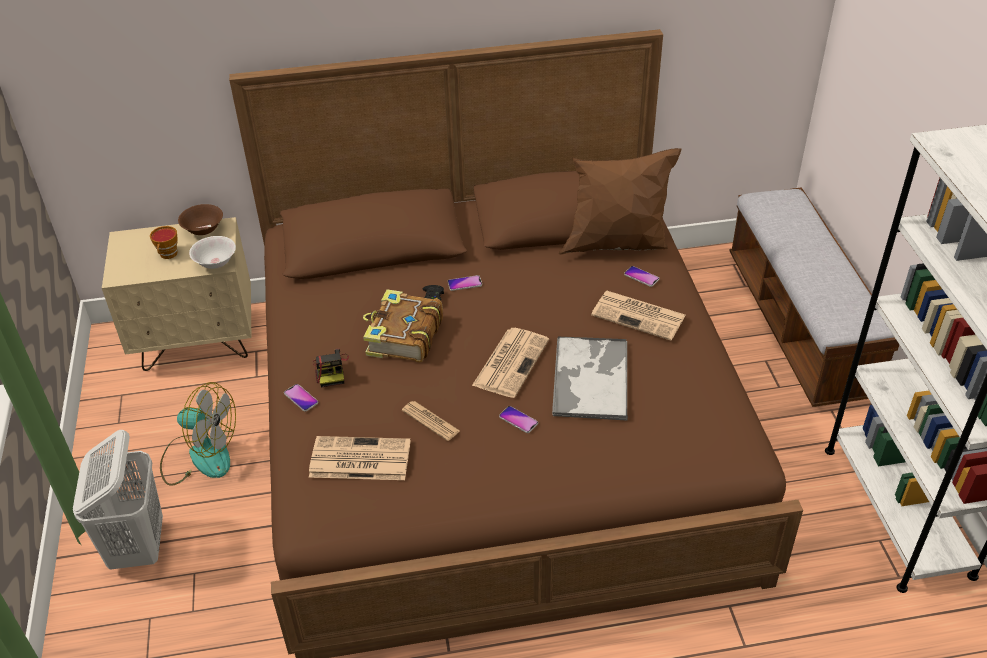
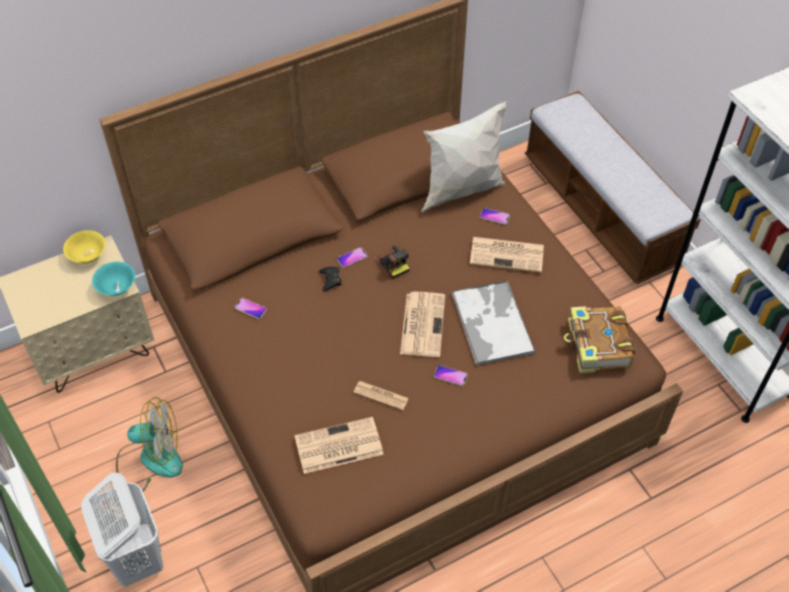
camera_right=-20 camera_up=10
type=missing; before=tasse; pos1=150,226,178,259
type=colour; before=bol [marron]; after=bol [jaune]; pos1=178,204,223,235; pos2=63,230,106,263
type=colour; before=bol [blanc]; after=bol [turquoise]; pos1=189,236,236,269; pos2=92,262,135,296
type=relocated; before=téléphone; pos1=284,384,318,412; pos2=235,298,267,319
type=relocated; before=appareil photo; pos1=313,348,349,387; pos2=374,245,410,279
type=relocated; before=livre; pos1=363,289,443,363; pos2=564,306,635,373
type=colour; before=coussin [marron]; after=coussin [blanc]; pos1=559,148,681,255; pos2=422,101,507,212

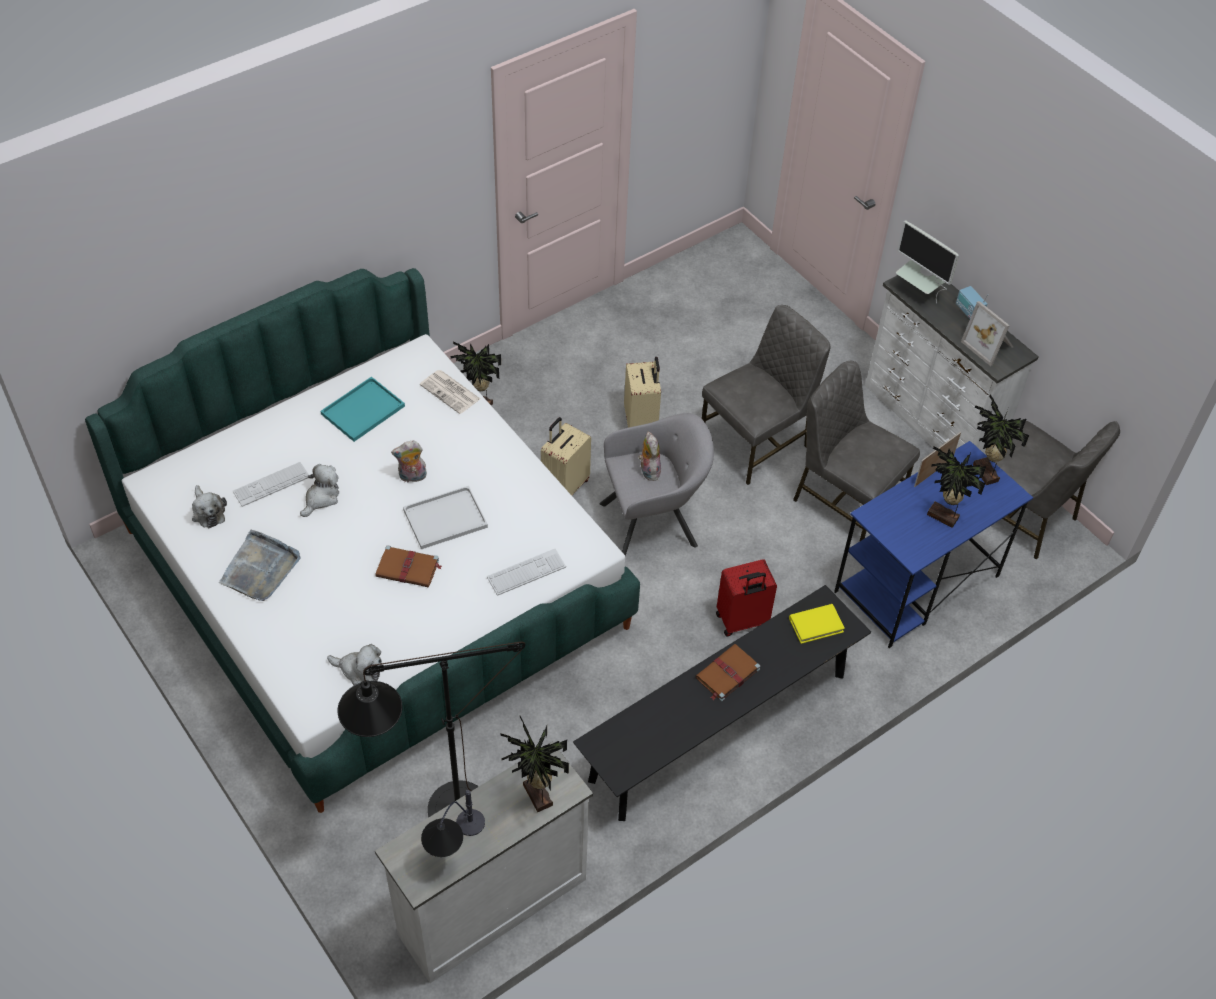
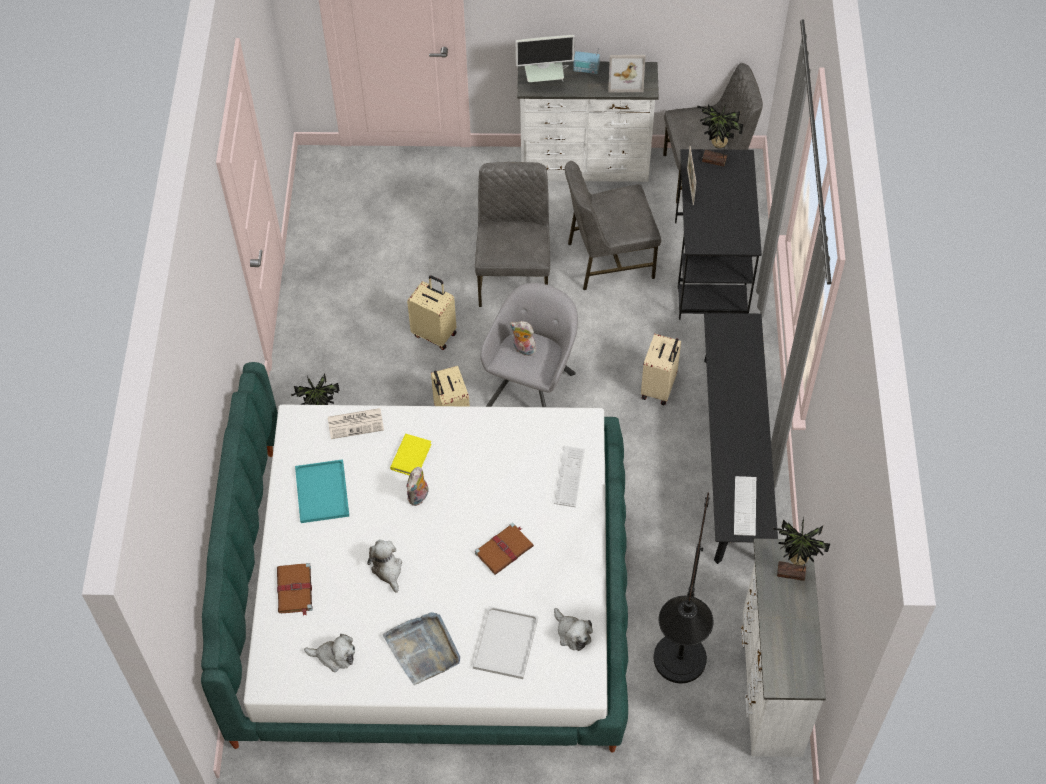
camera_right=-50 camera_up=5
type=relocated; before=clavier; pos1=233,462,309,507; pos2=734,476,756,536
type=spun; before=peluche; pos1=327,644,382,685; pos2=554,608,593,651; turn=90
type=relocated; before=plateau [blanc]; pos1=403,486,488,549; pos2=473,606,538,679
type=missing; before=lampe de table; pos1=421,790,485,857
type=relocated; before=livre [marron]; pos1=696,644,760,701; pos2=277,563,313,616
type=colour; before=valise [rouge]; after=valise [beige]; pos1=716,559,777,636; pos2=641,334,681,405
type=relocated; before=livre [jaune]; pos1=789,604,845,644; pos2=390,434,432,476
type=colour; before=bureau [bleu]; after=bureau [noir]; pos1=834,441,1033,648; pos2=675,149,762,320
type=missing; before=plante en pot; pos1=927,447,986,528

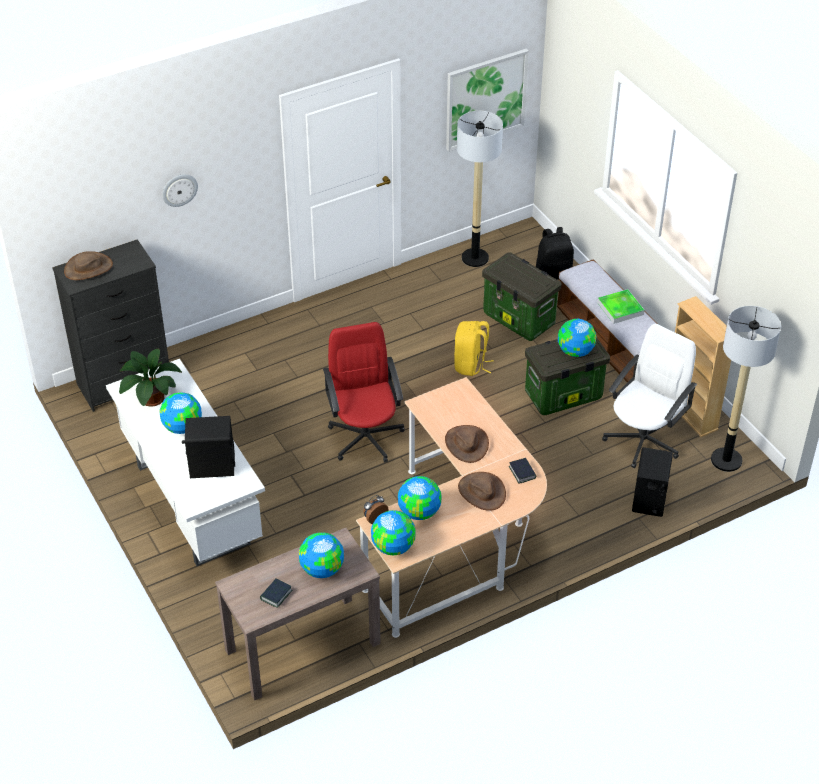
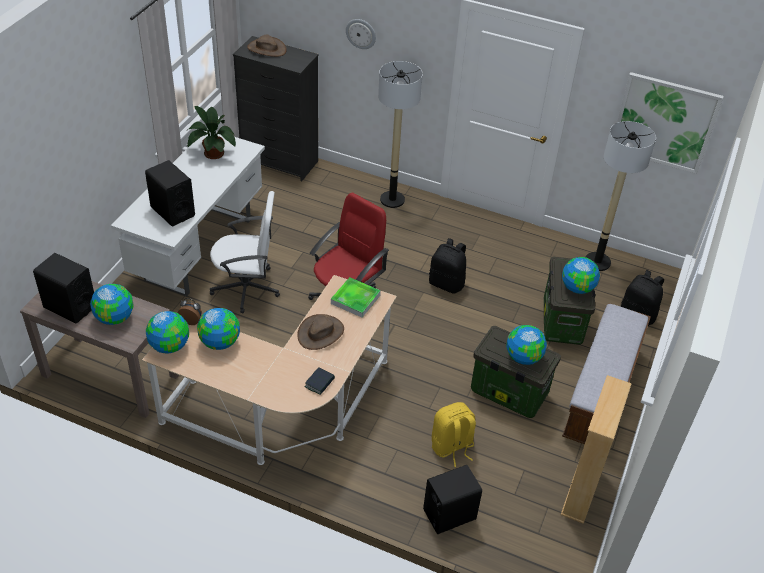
camera_right=50 camera_up=0
type=relocated; before=globe; pos1=159,393,202,434; pos2=562,257,600,294
type=exchanged; before=livre; after=enceinte [noir]; pos1=260,579,293,608; pos2=33,253,94,324
type=relocated; before=sac à dos [jaune]; pos1=454,321,494,376; pos2=432,402,476,467
type=missing; before=chapeau [marron]; pos1=458,472,506,511
type=relocated; before=plateau; pos1=597,289,644,324; pos2=331,277,381,318
type=relocated; before=chaise de bureau [blanc]; pos1=602,324,697,468; pos2=210,191,280,313
type=relocated; before=lampadaire; pos1=711,306,781,472; pos2=378,61,423,208
type=appeared; after=sac à dos [noir]; pos2=429,238,466,294

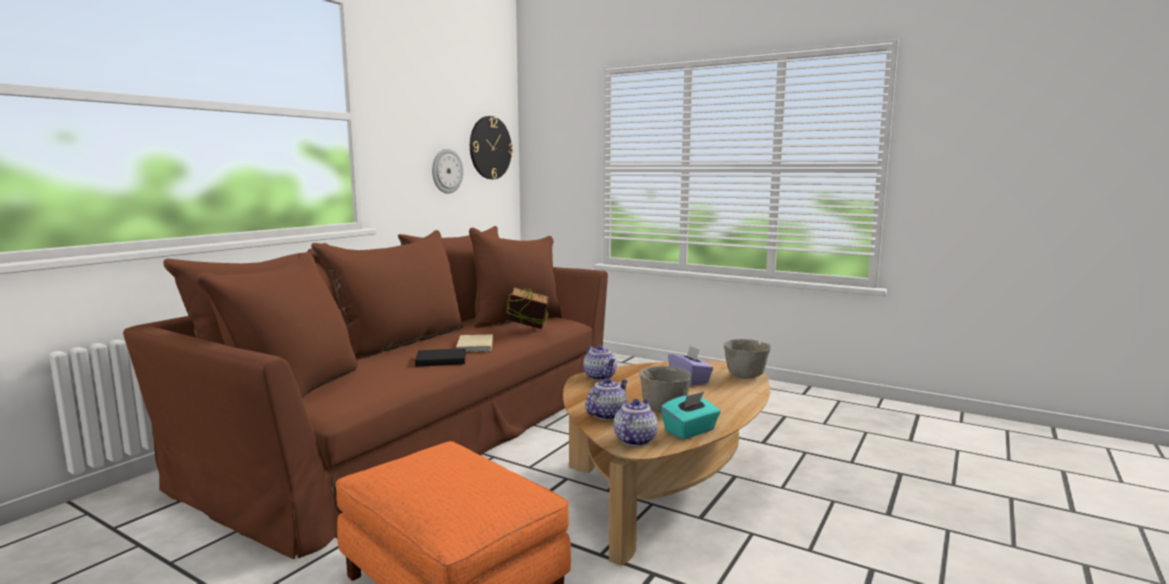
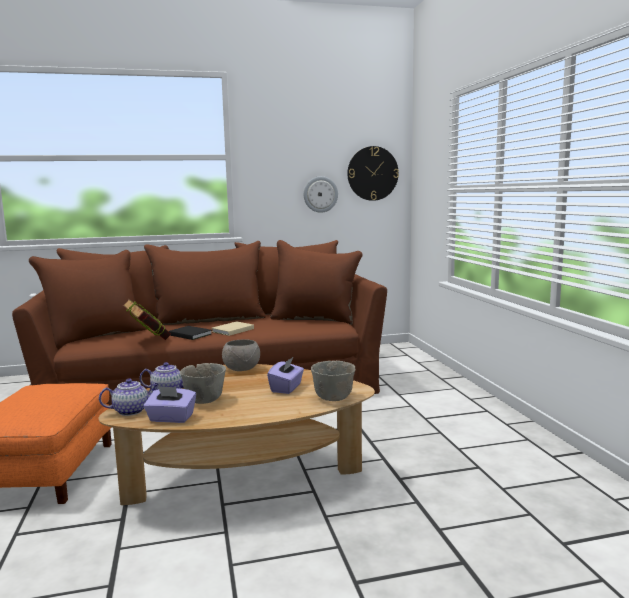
camera_right=45 camera_up=0
type=relocated; before=livre; pos1=507,287,549,329; pos2=123,299,171,340
type=exchanged; before=théière; after=bol [gris]; pos1=583,345,617,380; pos2=222,339,260,371
type=colour; before=boîte à mouchoirs [turquoise]; after=boîte à mouchoirs [violet]; pos1=661,392,720,440; pos2=144,386,196,423

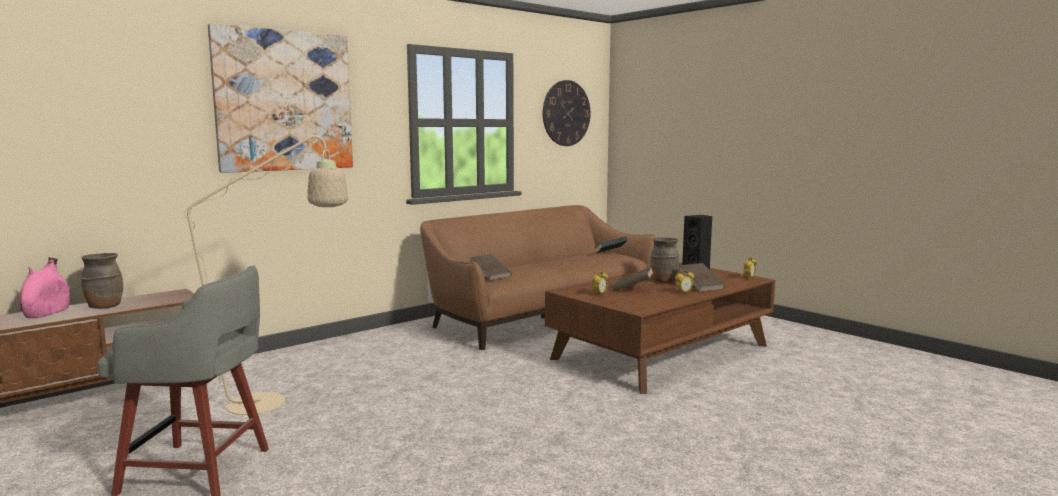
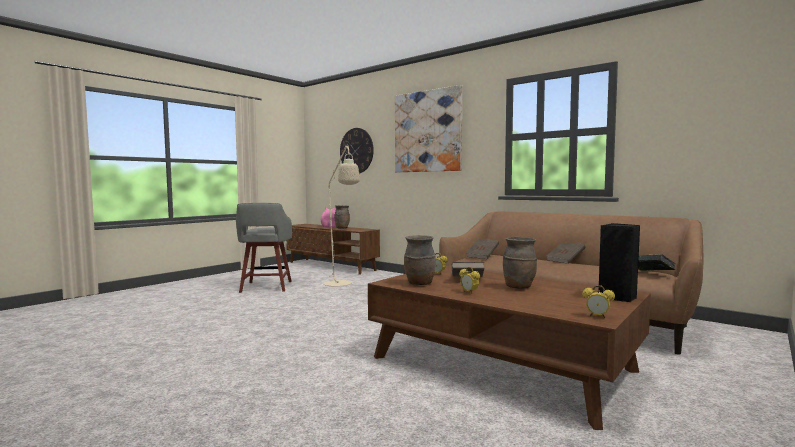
camera_right=80 camera_up=-5
type=relocated; before=horloge murale; pos1=543,80,590,146; pos2=340,128,374,174
type=relocated; before=livre [marron]; pos1=678,263,725,292; pos2=547,243,585,264
type=appeared; after=vase [marron]; pos2=404,235,436,285

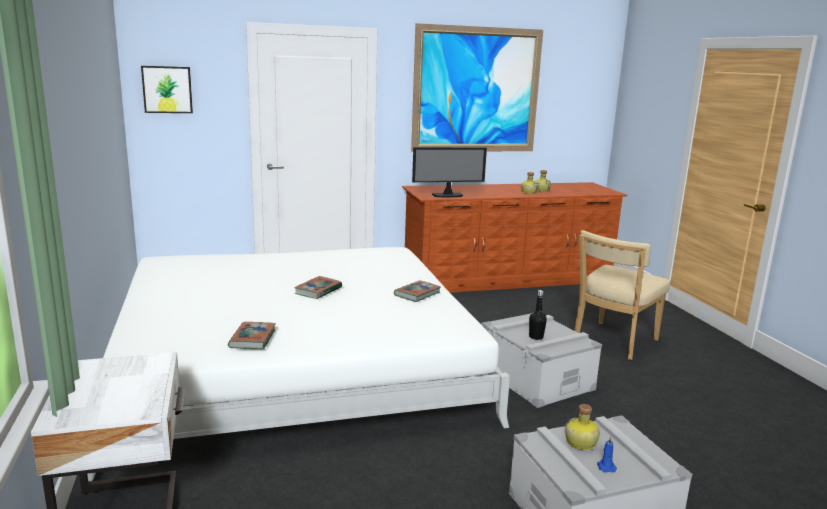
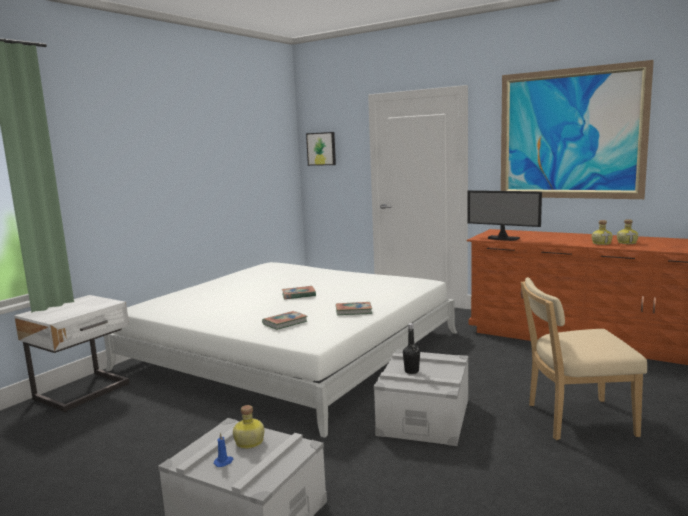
camera_right=50 camera_up=-5
type=relocated; before=livre; pos1=228,322,276,349; pos2=262,311,307,330

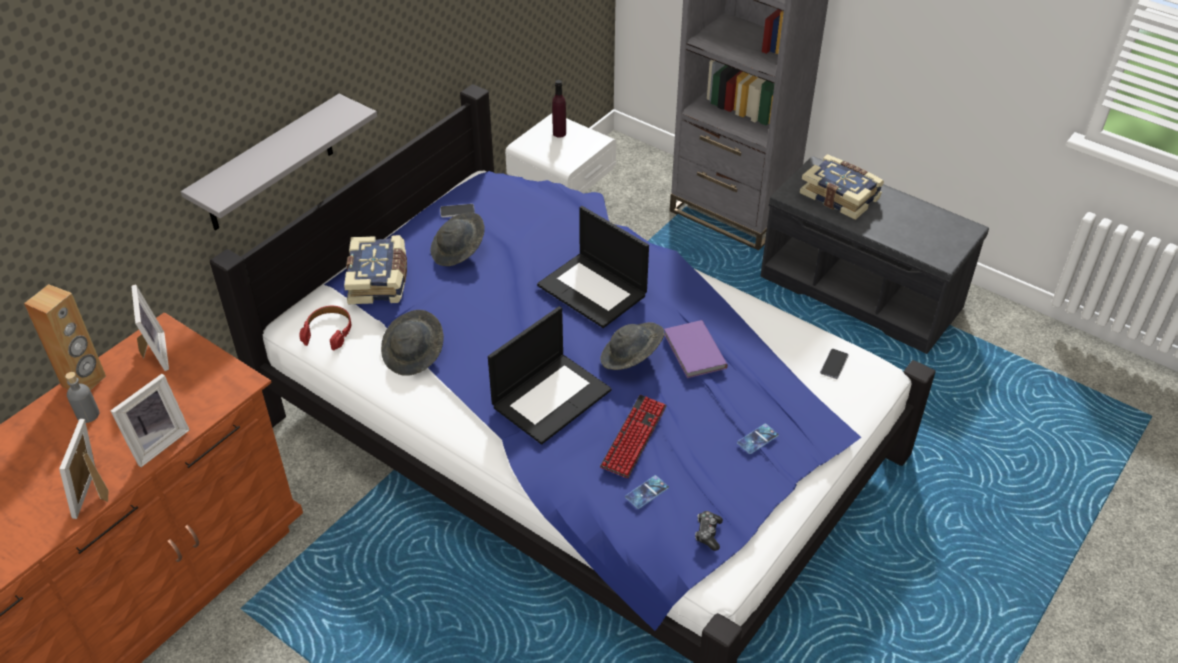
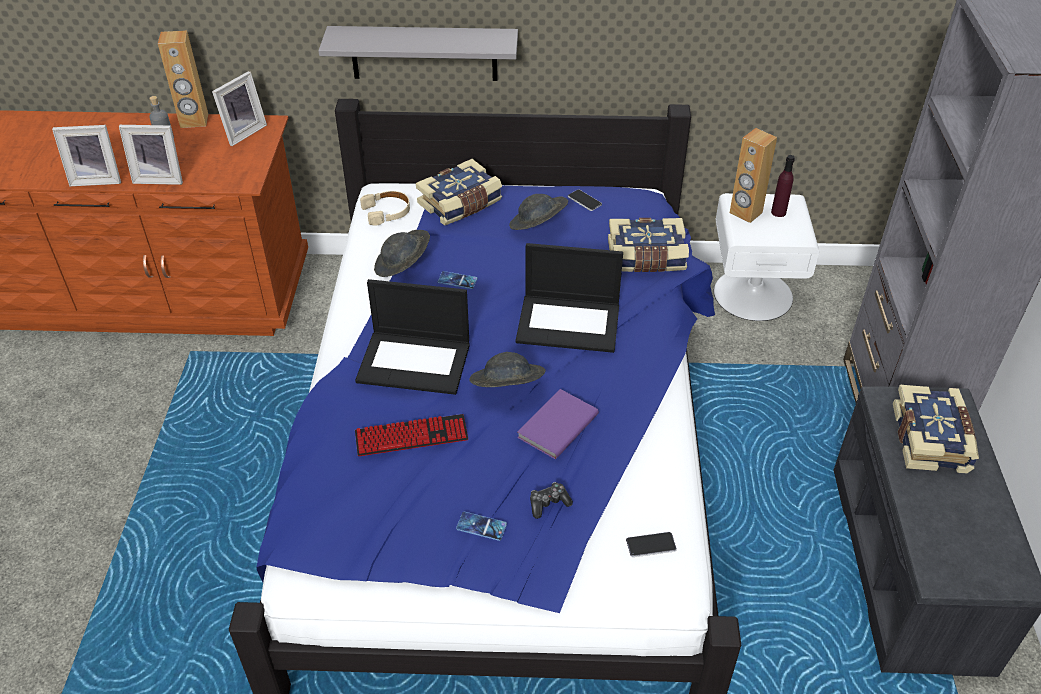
camera_right=55 camera_up=0
type=spun; before=cadre photo; pos1=59,419,109,519; pos2=52,125,121,186; turn=-150
type=colour; before=casque audio [rouge]; after=casque audio [beige]; pos1=300,306,351,350; pos2=360,191,410,226
type=spun; before=ordinateur portable; pos1=537,206,649,328; pos2=516,243,623,353; turn=-90
type=relocated; before=téléphone; pos1=625,475,669,509; pos2=438,271,478,289
type=relocated; before=manette; pos1=695,511,723,551; pos2=530,482,573,519
type=appeared; after=livre; pos2=608,218,689,272
type=appeared; after=enceinte [marron]; pos2=730,128,777,223

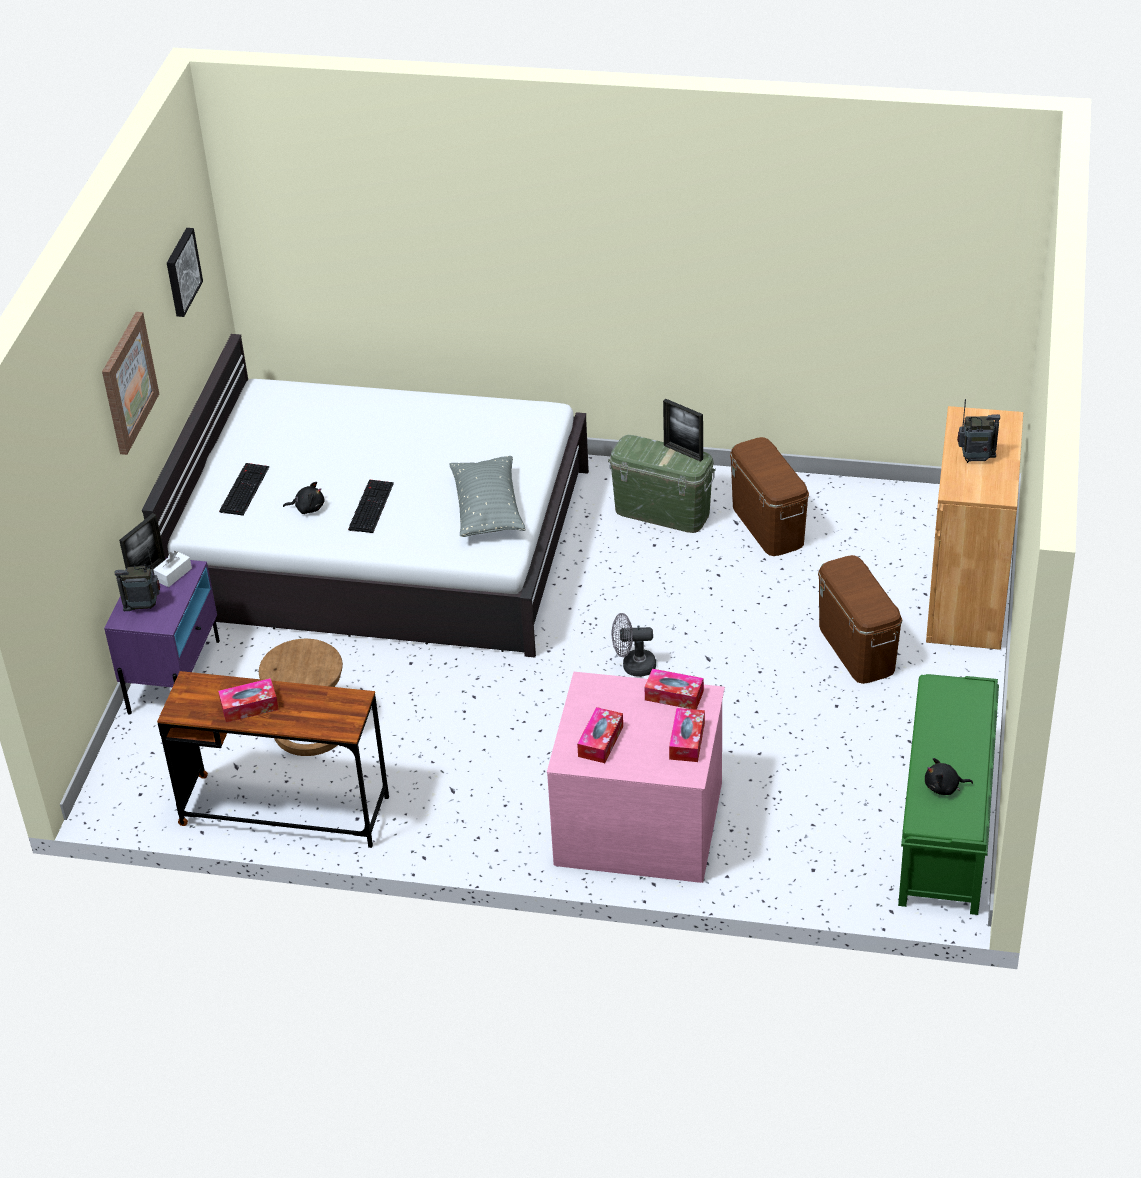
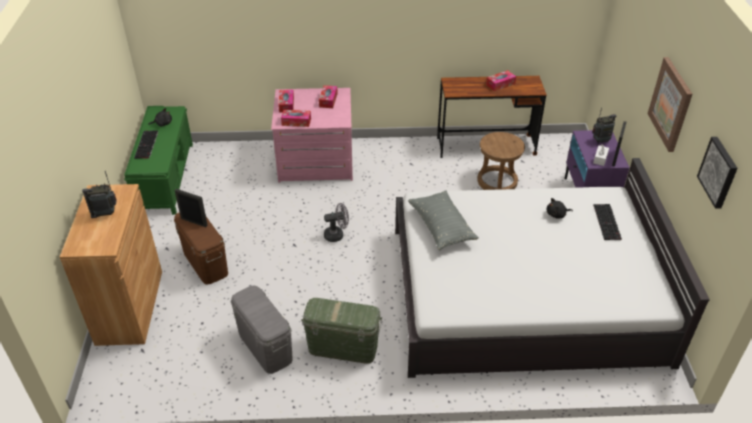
camera_right=165 camera_up=0
type=relocated; before=clavier; pos1=348,479,394,533; pos2=134,130,158,159
type=relocated; before=cadre photo; pos1=663,399,703,462; pos2=175,189,208,227
type=colour; before=boîte de rangement [marron]; after=boîte de rangement [gris]; pos1=730,437,809,556; pos2=231,285,293,374

